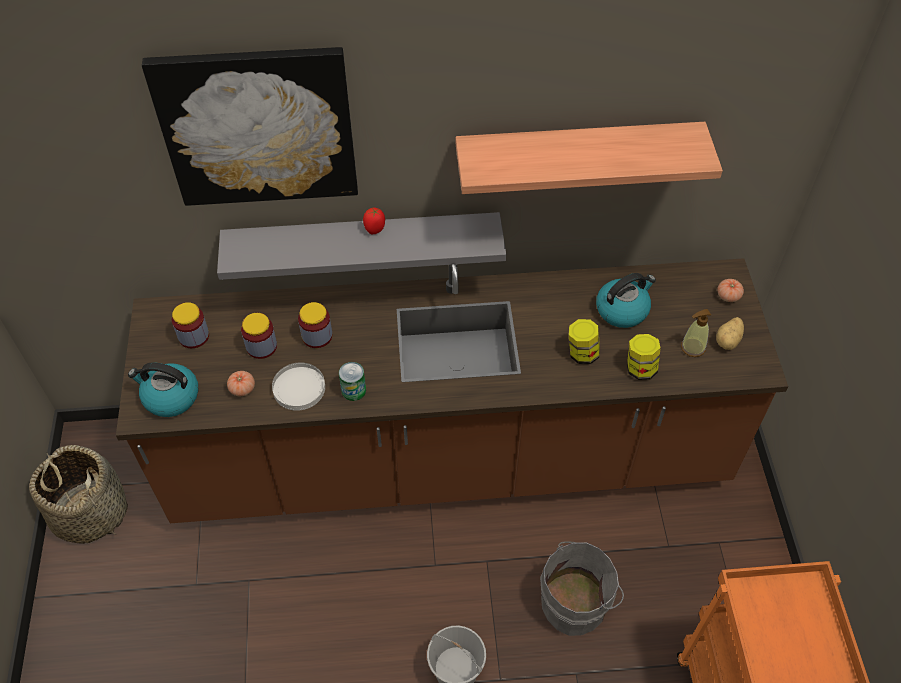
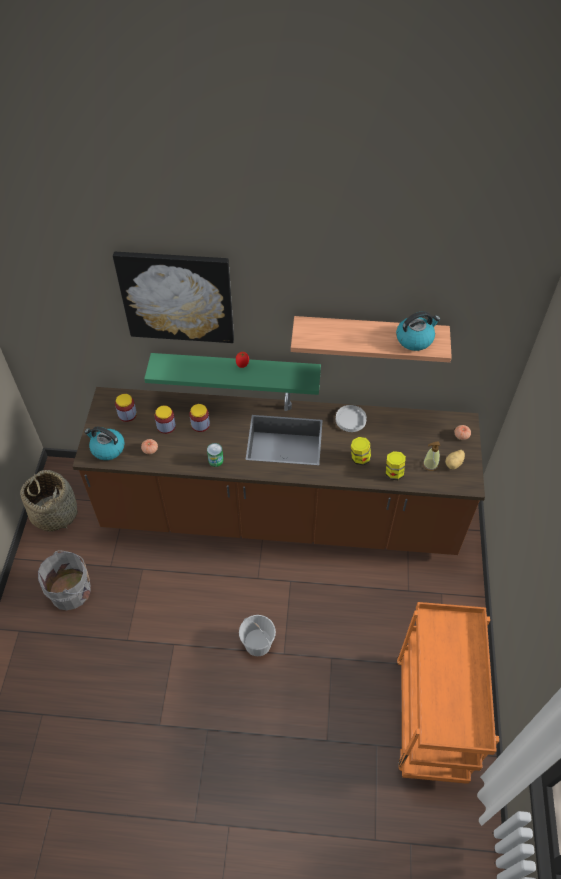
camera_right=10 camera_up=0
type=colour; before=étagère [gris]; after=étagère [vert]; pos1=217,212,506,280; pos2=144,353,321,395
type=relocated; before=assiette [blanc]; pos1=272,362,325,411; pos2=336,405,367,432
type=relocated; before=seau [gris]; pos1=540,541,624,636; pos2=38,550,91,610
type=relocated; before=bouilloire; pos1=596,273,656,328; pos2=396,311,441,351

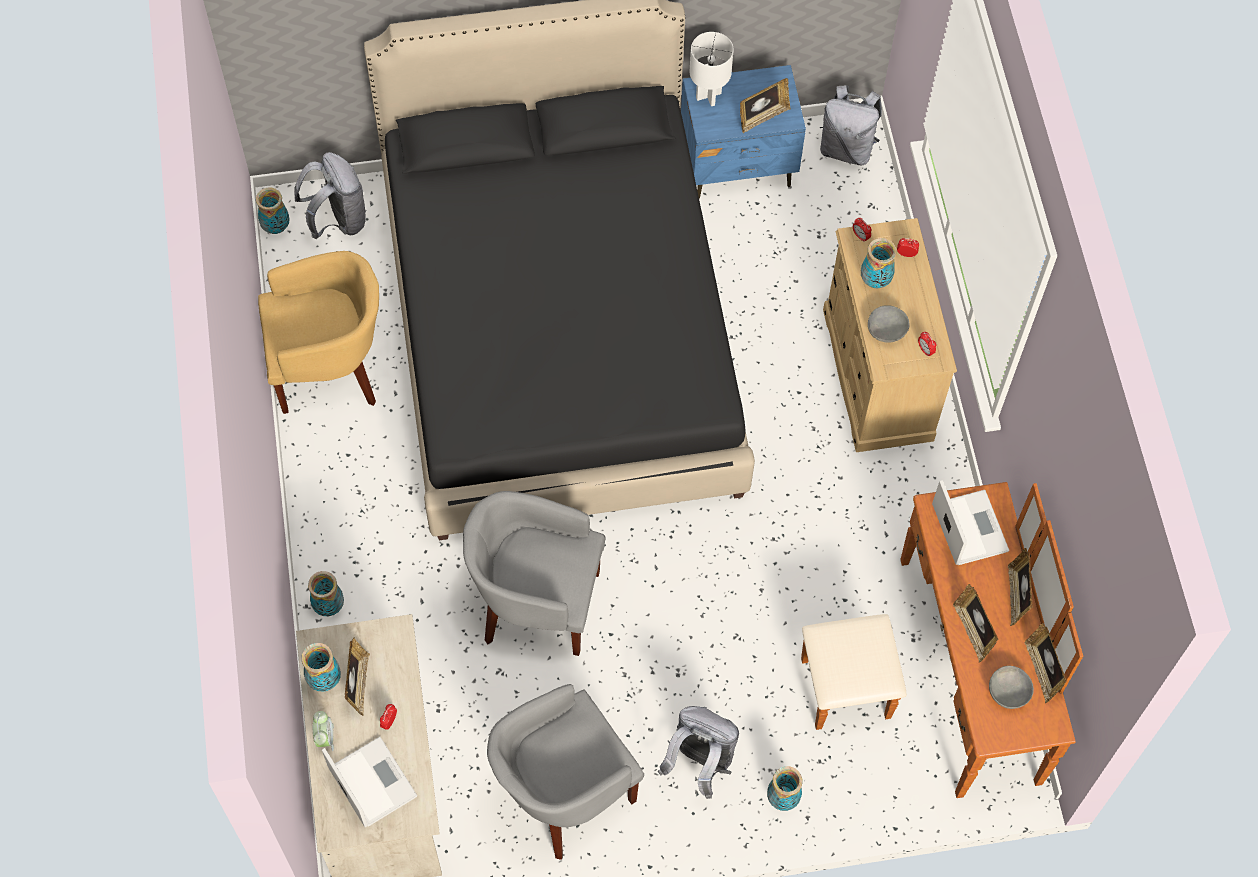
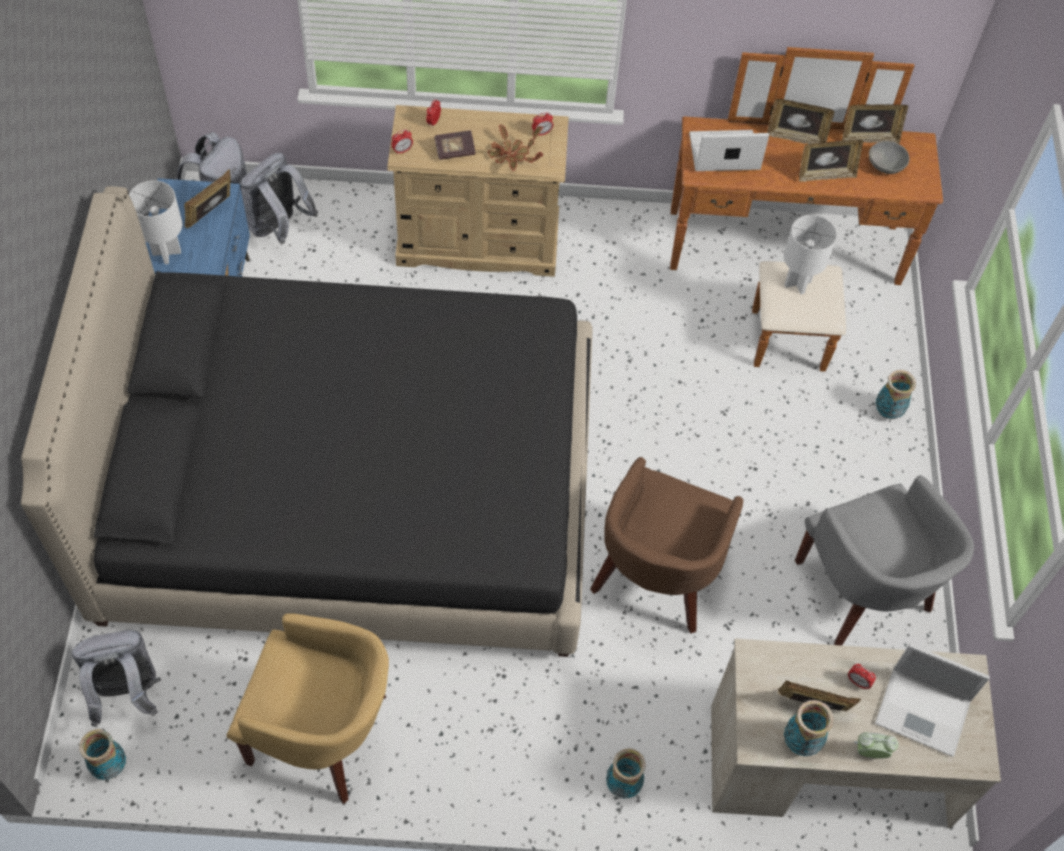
camera_right=-80 camera_up=-5
type=spun; before=fauteuil [jaune]; pos1=258,251,379,414; pos2=226,613,389,804; turn=105
type=spun; before=ordinateur portable; pos1=322,737,417,827; pos2=875,644,990,757; turn=-135
type=colour; before=fauteuil [gris]; after=fauteuil [marron]; pos1=463,491,606,656; pos2=590,457,743,633
type=relocated; before=sac à dos [gris]; pos1=658,706,739,799; pos2=240,153,318,244
type=spun; before=cadre photo; pos1=740,78,791,133; pos2=184,169,231,228; turn=-120
type=exchanged; before=vase; after=livre; pos1=861,238,897,288; pos2=434,130,476,160
type=exchanged; before=bol [gris]; after=plante en pot; pos1=868,305,909,343; pos2=488,125,544,171
type=appeared; after=lampe de table [blanc]; pos2=784,215,837,295

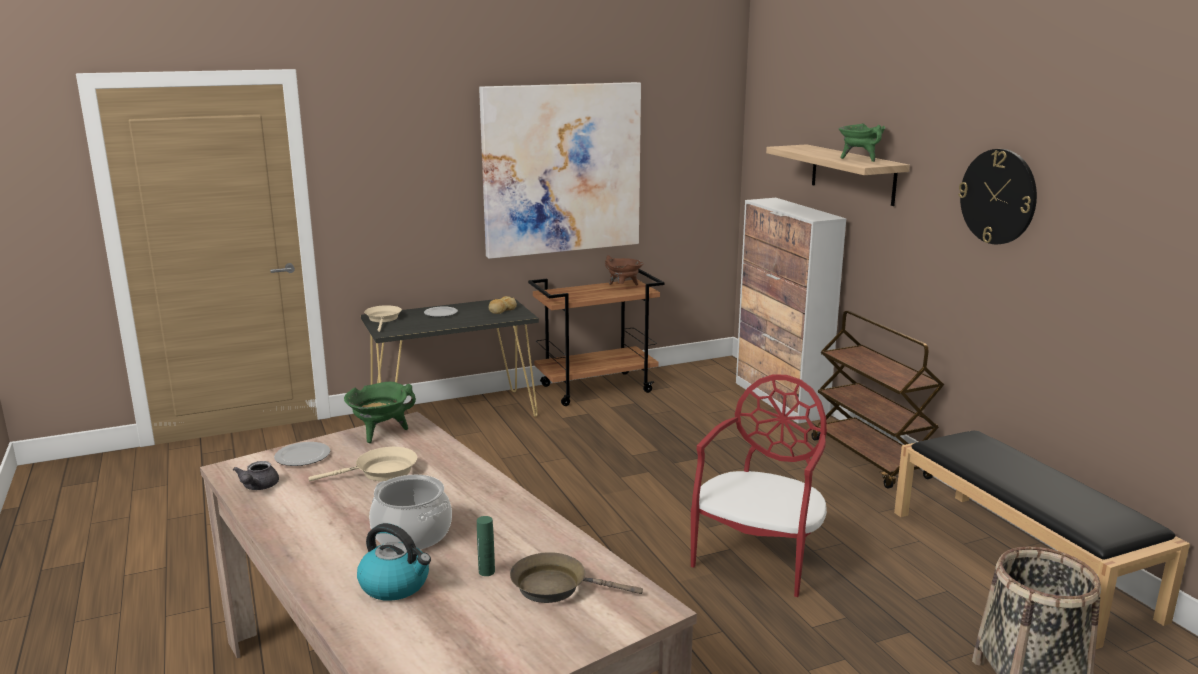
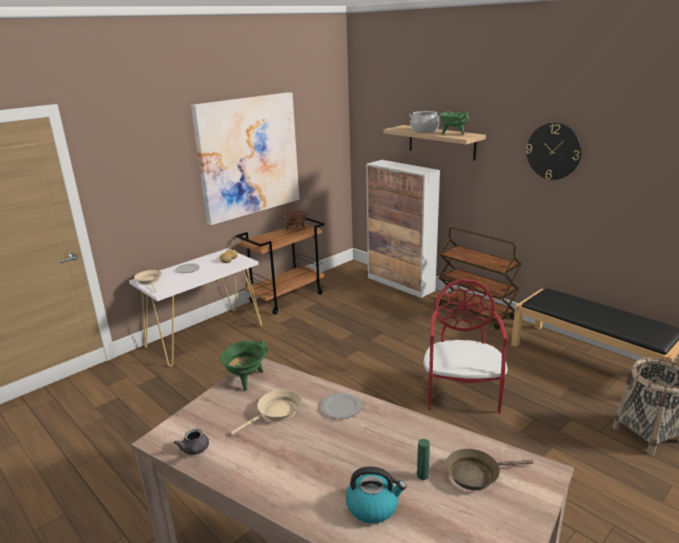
camera_right=-20 camera_up=5
type=relocated; before=assiette; pos1=274,442,330,466; pos2=321,393,361,419
type=colour; before=table console [noir]; after=table console [blanc]; pos1=361,297,539,417; pos2=129,248,262,367
type=relocated; before=marmite; pos1=369,475,452,550; pos2=409,111,440,132

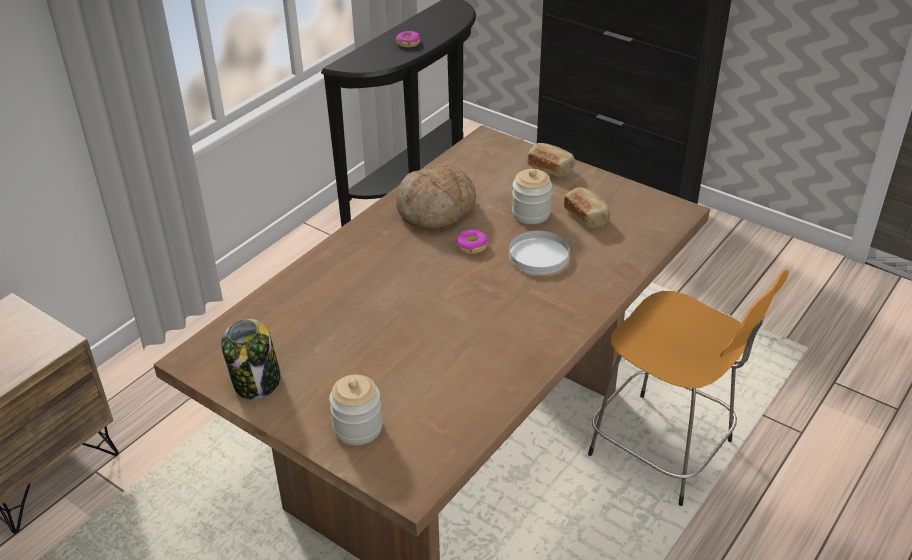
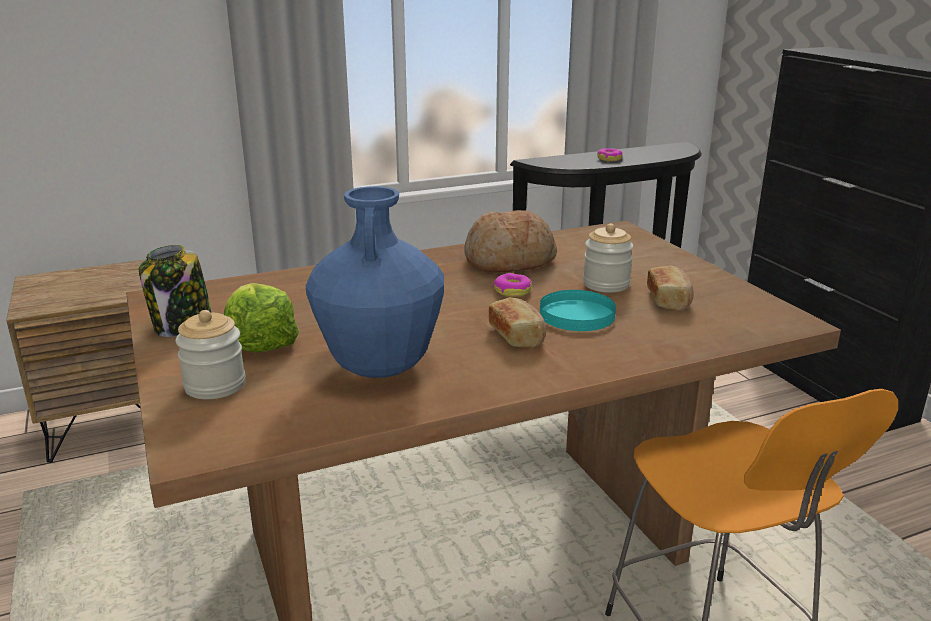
camera_right=30 camera_up=-15
type=colour; before=assiette [blanc]; after=assiette [turquoise]; pos1=509,231,570,275; pos2=540,290,616,331
type=relocated; before=pain; pos1=527,143,575,177; pos2=489,297,546,348
type=appeared; after=laitue; pos2=224,283,299,352
type=appeared; after=vase [bleu]; pos2=306,186,444,378

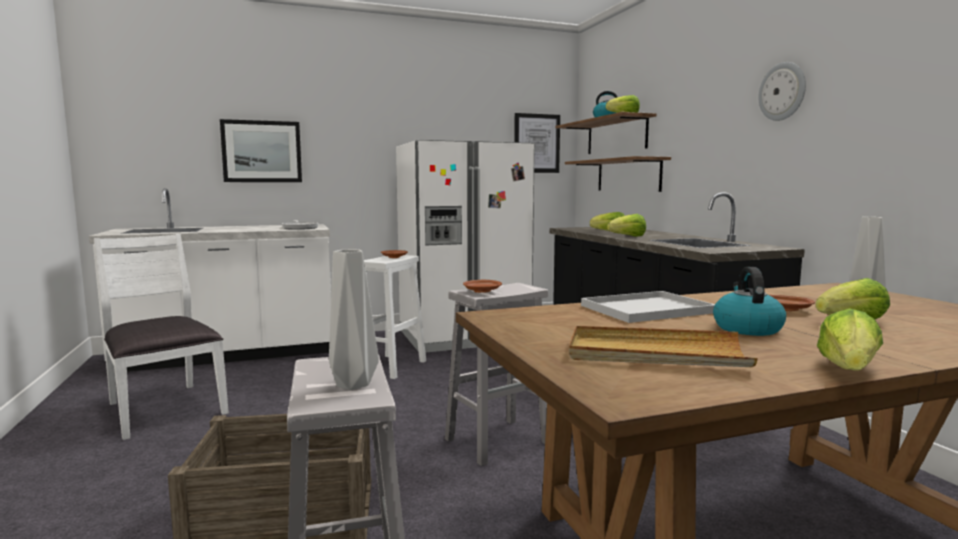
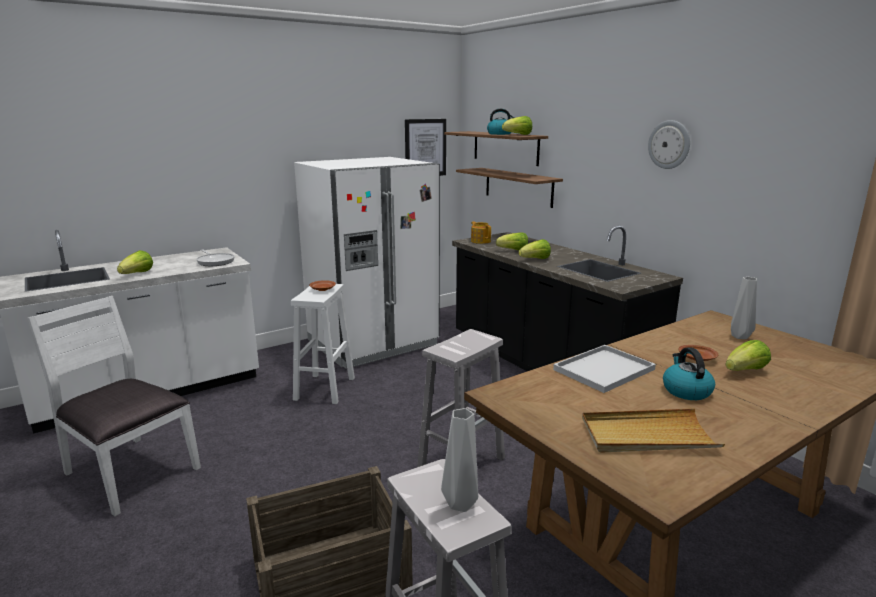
camera_right=-15 camera_up=10
type=missing; before=tableau; pos1=220,119,302,182
type=missing; before=assiette [marron]; pos1=463,280,502,293
type=relocated; before=laitue; pos1=817,308,883,371; pos2=117,250,153,274
type=appeared; after=théière; pos2=471,221,491,244

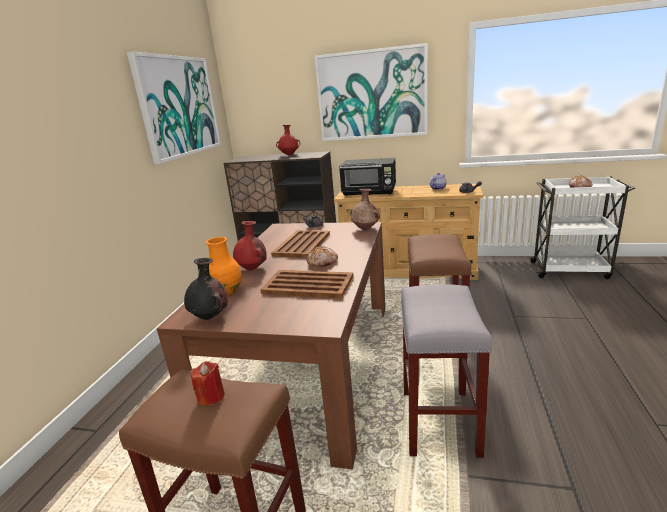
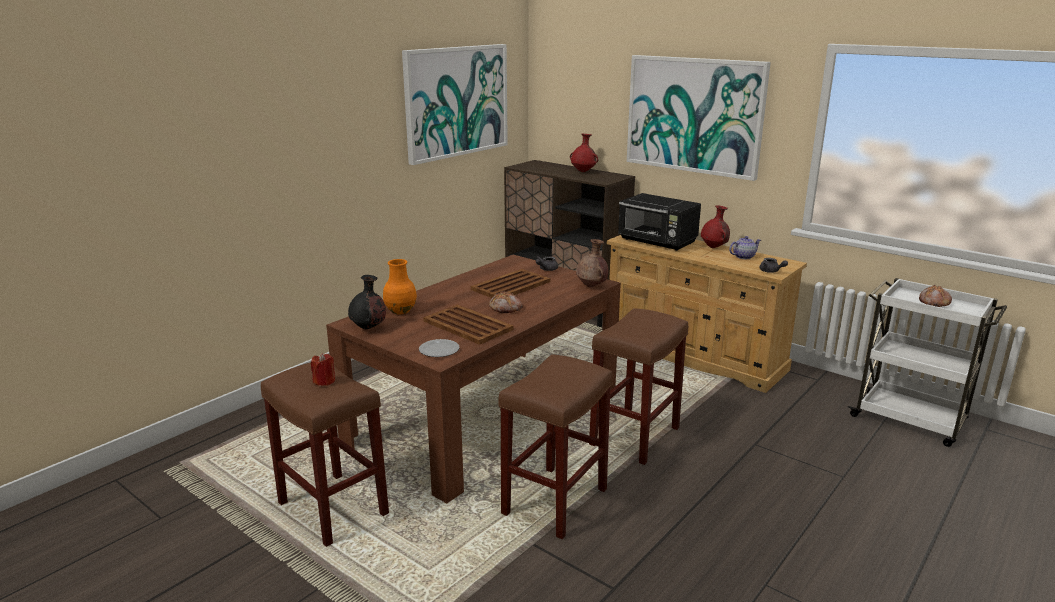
camera_right=25 camera_up=0
type=relocated; before=vase [rouge]; pos1=233,221,267,271; pos2=701,205,730,248
type=colour; before=tabouret [gris]; after=tabouret [marron]; pos1=401,284,492,458; pos2=498,354,613,539
type=appeared; after=assiette; pos2=419,339,460,357

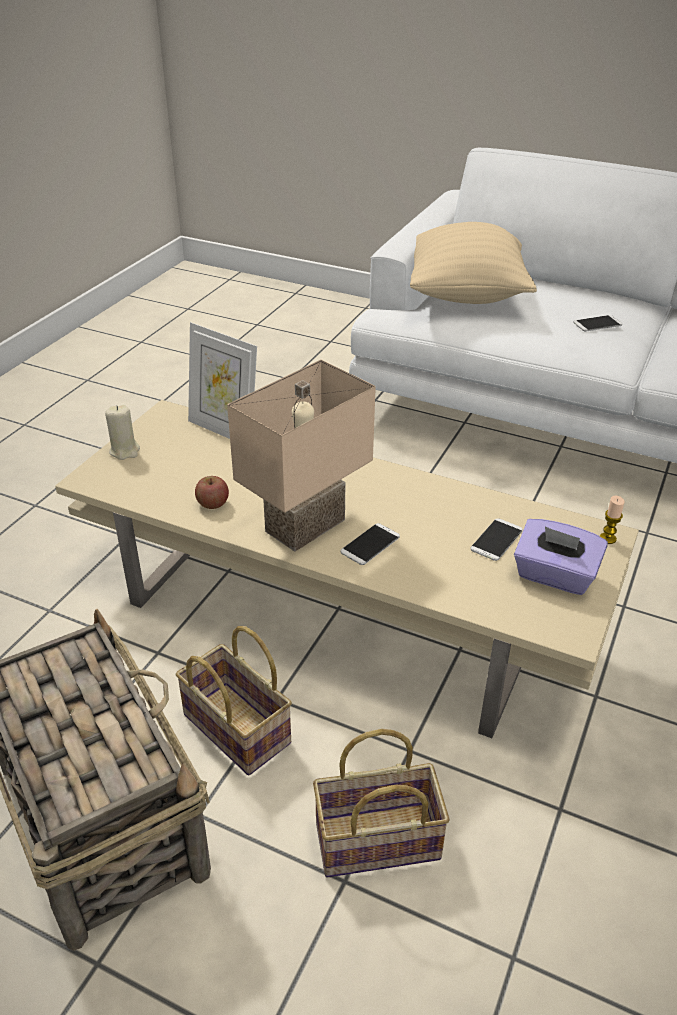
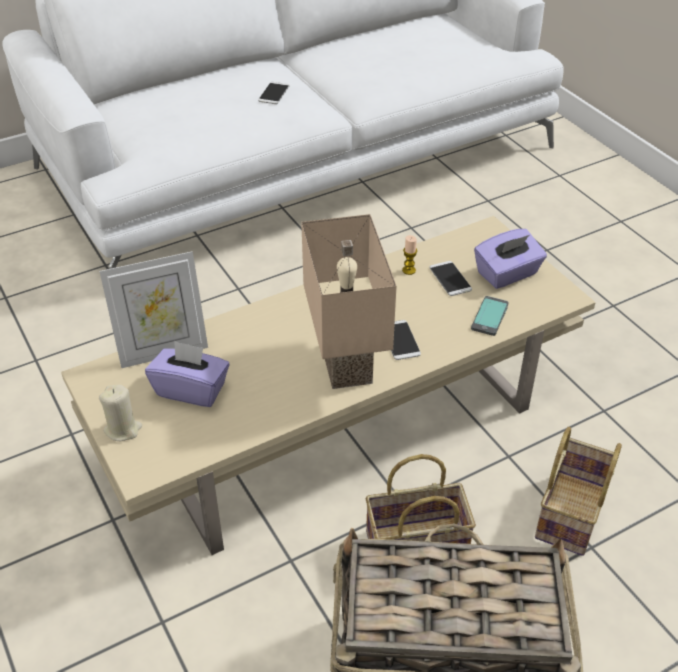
camera_right=-55 camera_up=5
type=missing; before=pomme; pos1=195,476,229,509
type=missing; before=coussin [beige]; pos1=410,222,537,304
type=relocated; before=bougie; pos1=600,496,625,544; pos2=402,235,417,275
type=appeared; after=boîte à mouchoirs [violet]; pos2=145,340,230,407
type=appeared; after=téléphone; pos2=471,296,509,336

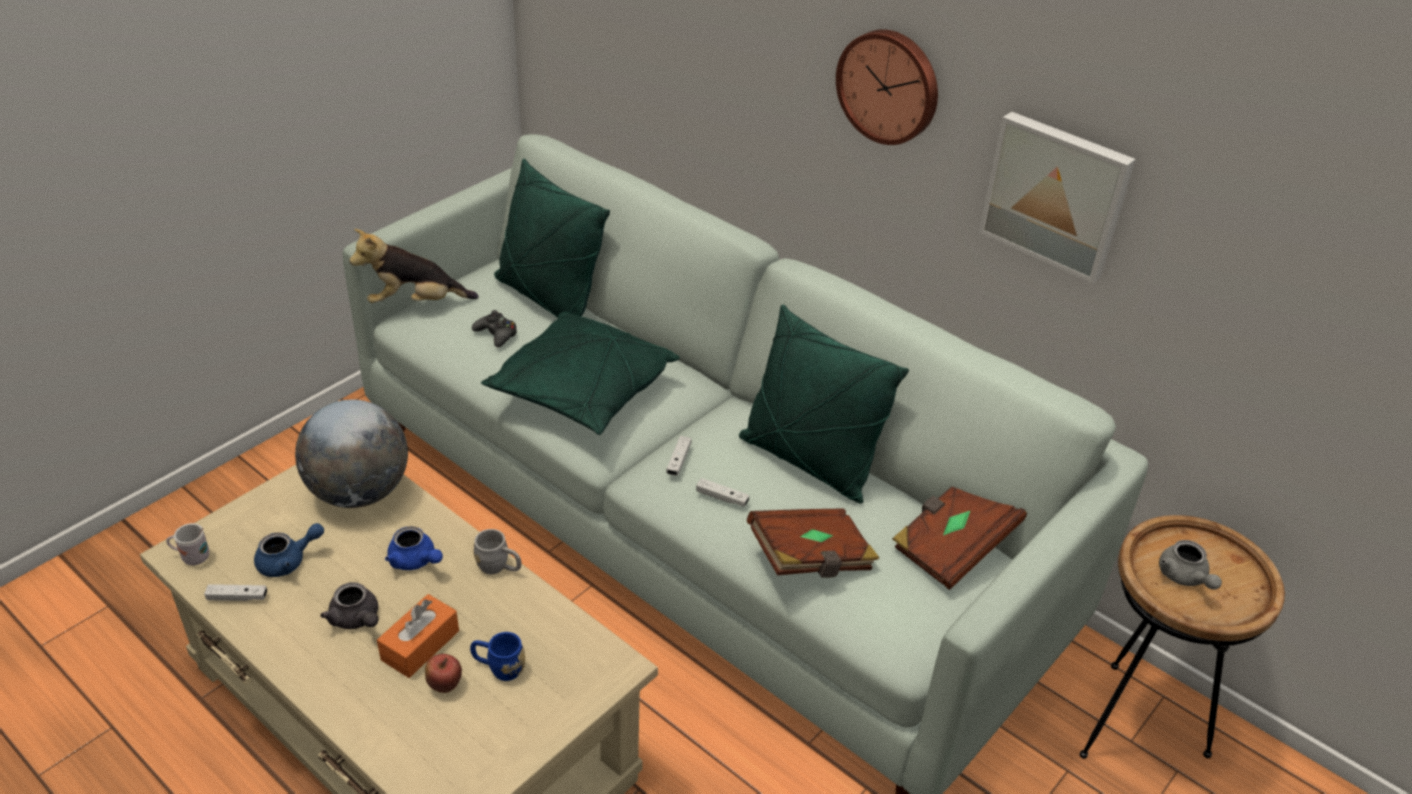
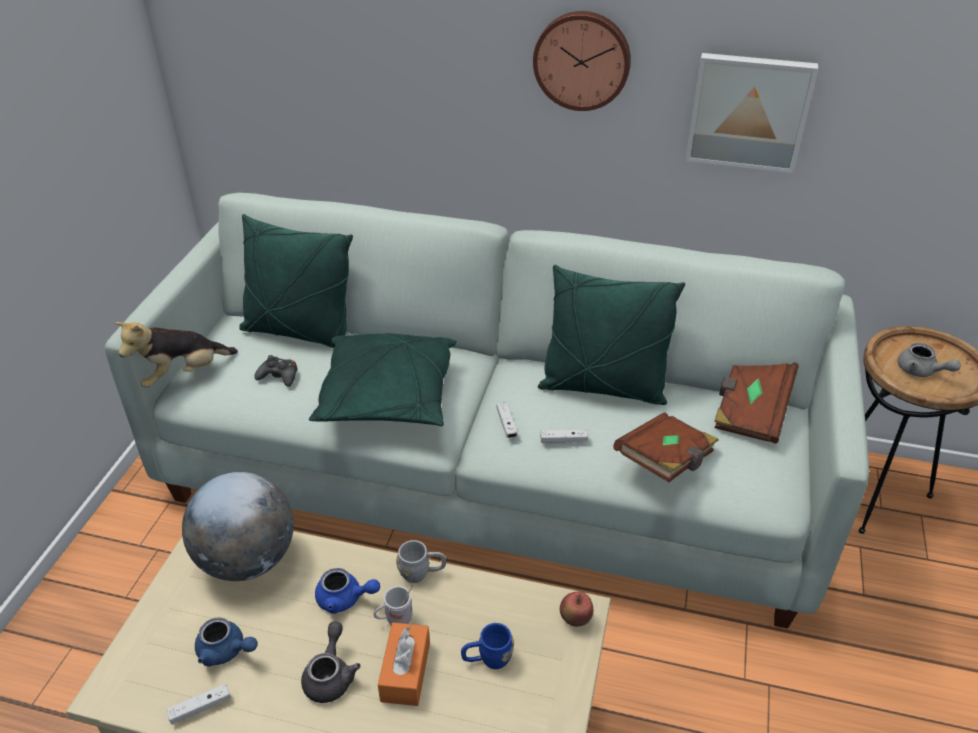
camera_right=-25 camera_up=0
type=relocated; before=mug [blanc]; pos1=166,523,209,565; pos2=374,586,413,624
type=spun; before=théière [bleu]; pos1=254,523,324,577; pos2=195,618,258,667; turn=75
type=spun; before=théière [gris]; pos1=320,582,379,629; pos2=301,621,361,703; turn=-105
type=relocated; before=pomme; pos1=425,654,462,693; pos2=560,592,593,627

